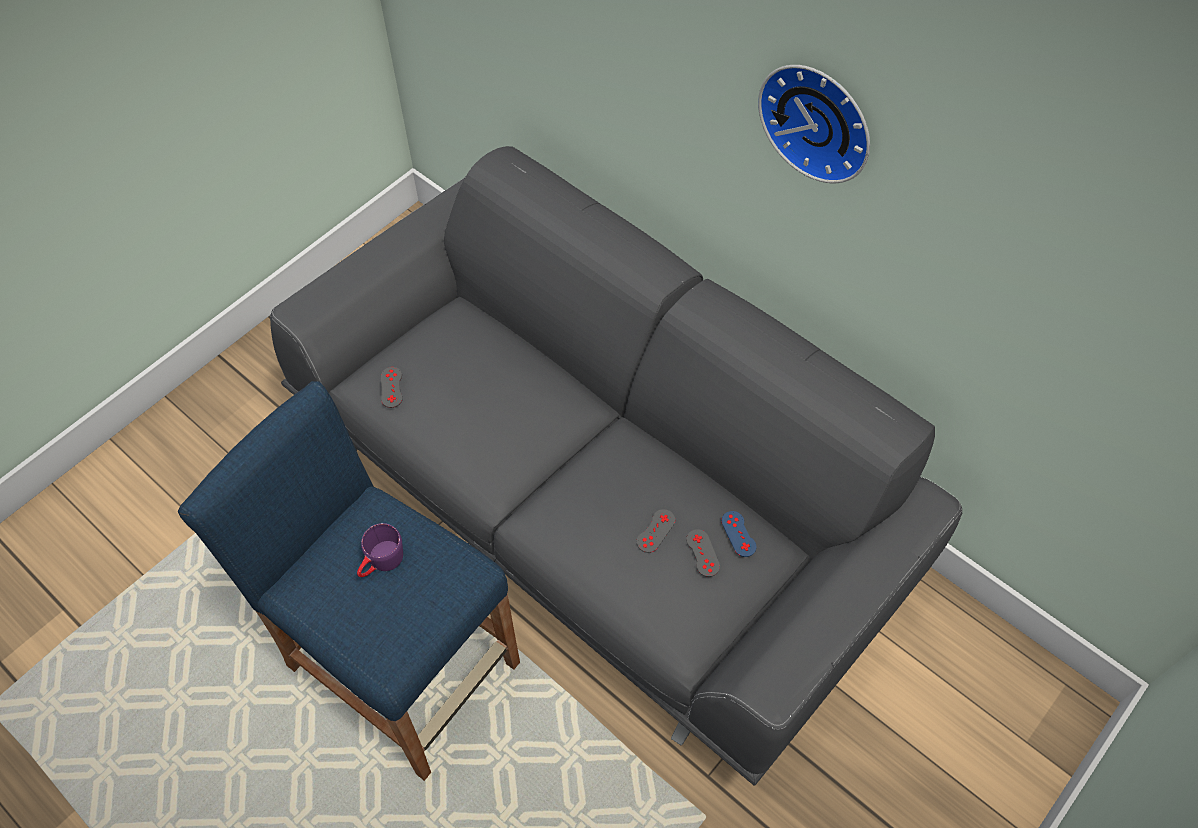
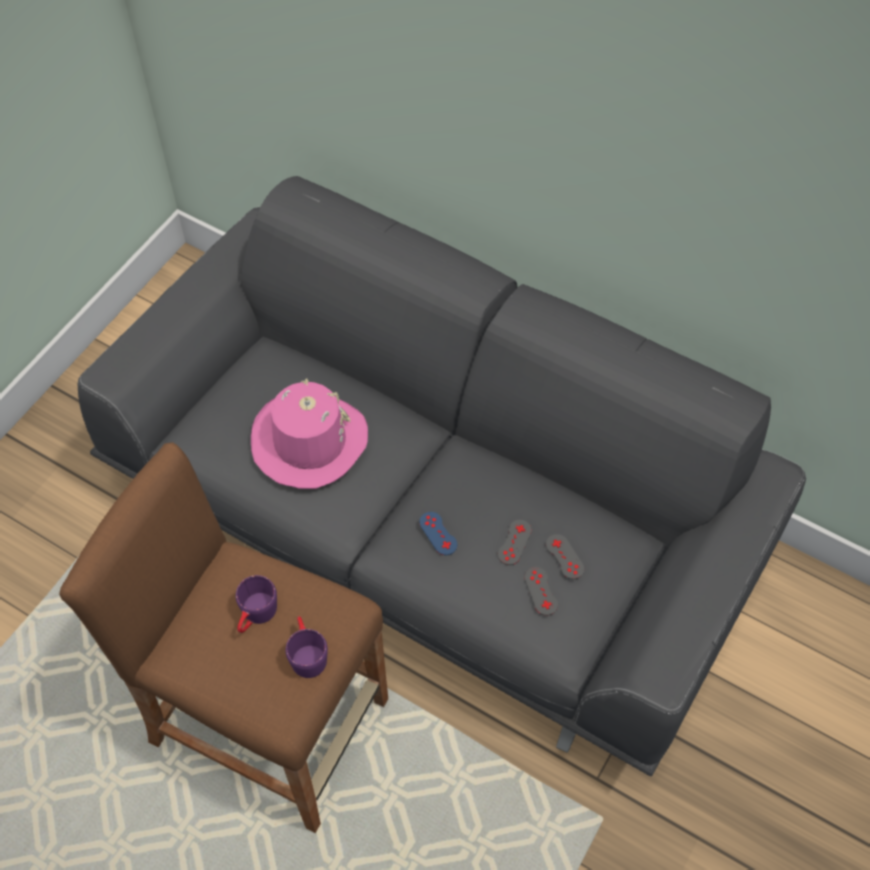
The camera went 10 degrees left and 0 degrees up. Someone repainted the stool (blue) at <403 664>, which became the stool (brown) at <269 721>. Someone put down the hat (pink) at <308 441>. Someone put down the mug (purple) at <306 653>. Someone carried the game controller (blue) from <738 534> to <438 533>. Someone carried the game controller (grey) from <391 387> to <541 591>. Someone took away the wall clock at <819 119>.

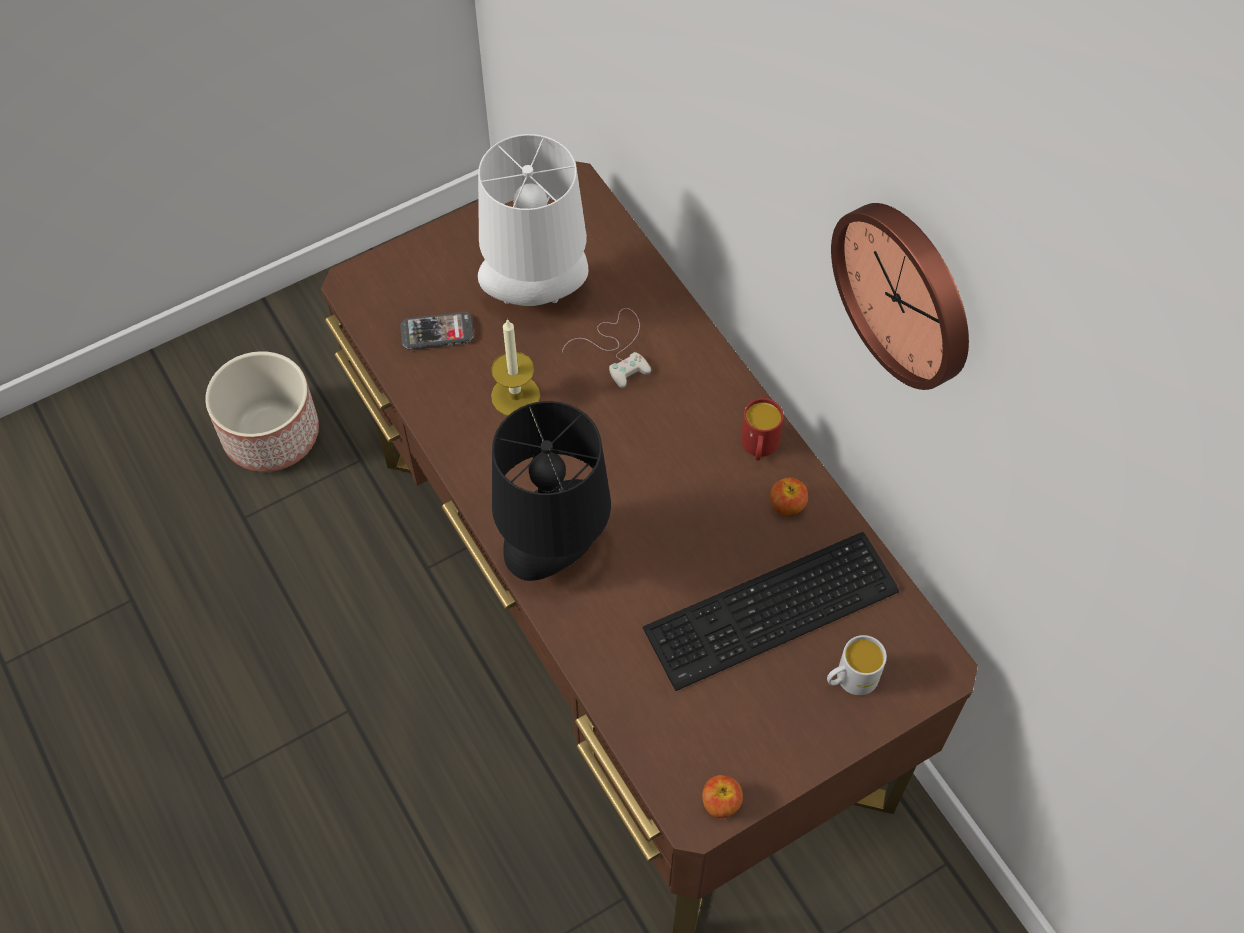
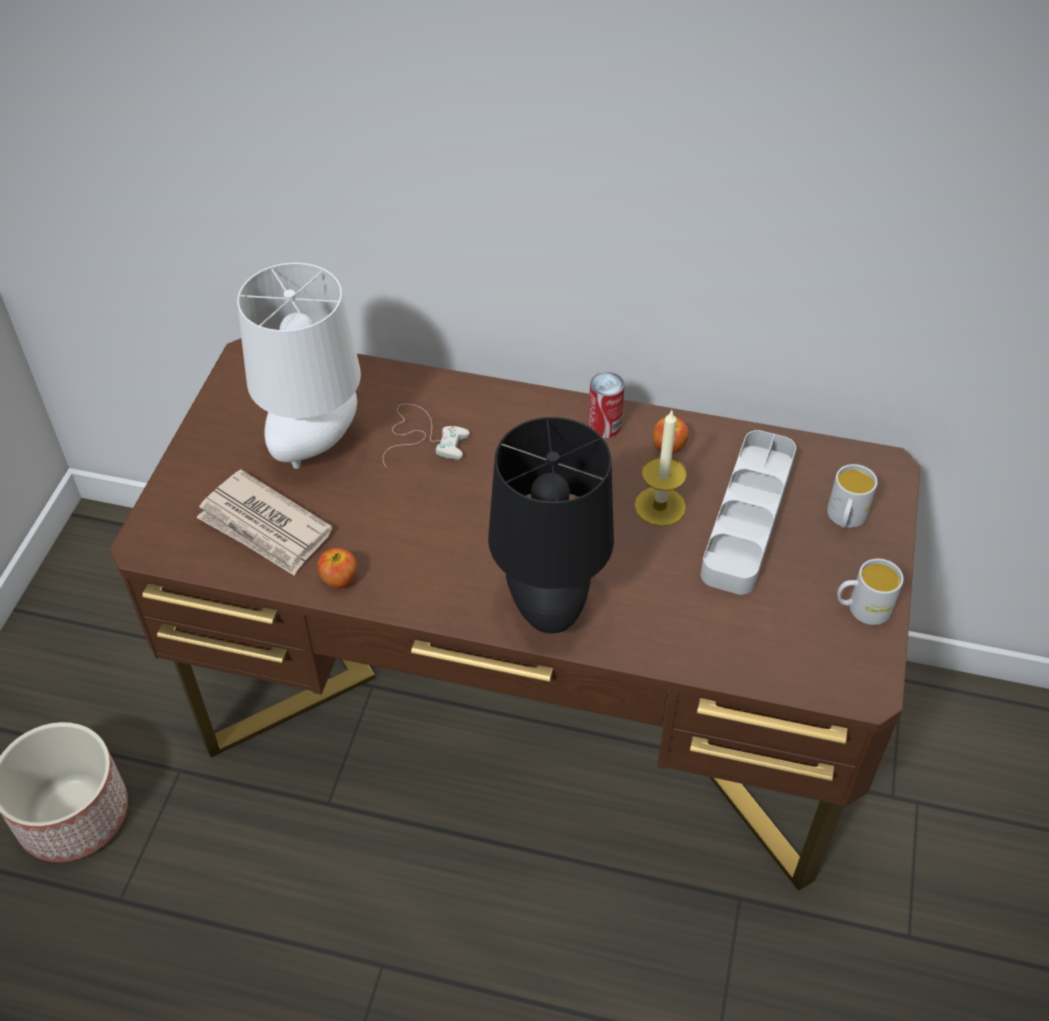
The camera went 45 degrees left and 10 degrees down. Someone swapped the phone at <437 332> for the newspaper at <265 527>. Someone carried the apple from <721 803> to <339 579>. Someone swapped the mug (red) at <759 447> for the can at <604 425>. Someone carried the candle from <515 396> to <660 506>. Someone swapped the keyboard at <776 612> for the tray (grey) at <748 517>. Someone put down the mug (white) at <861 608>. Someone took away the wall clock at <907 292>.

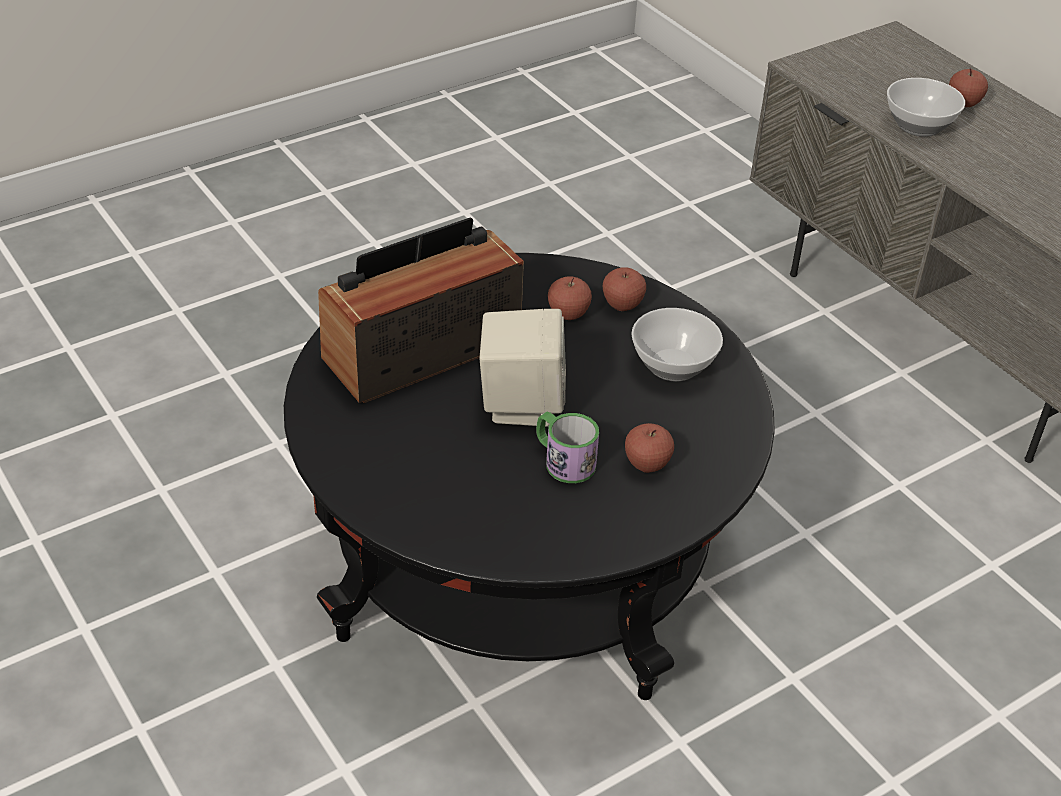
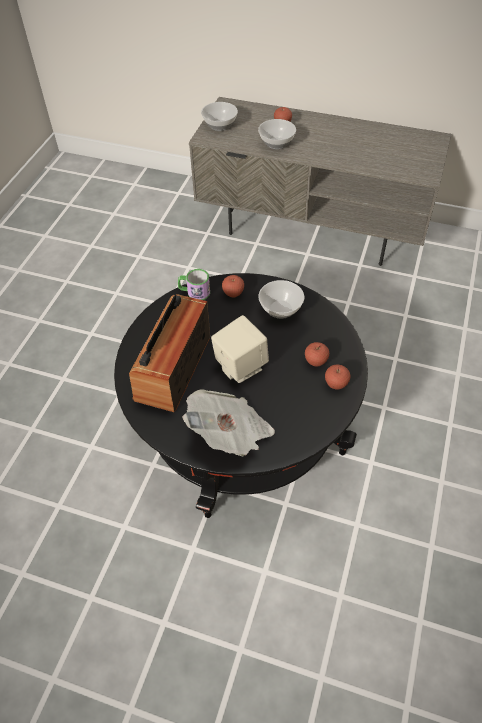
The camera went 35 degrees left and 10 degrees up. Someone carried the mug from <563 460> to <194 292>. Someone put down the newspaper at <230 434>. Someone put down the bowl at <219 125>. Someone carried the apple from <568 314> to <336 384>.

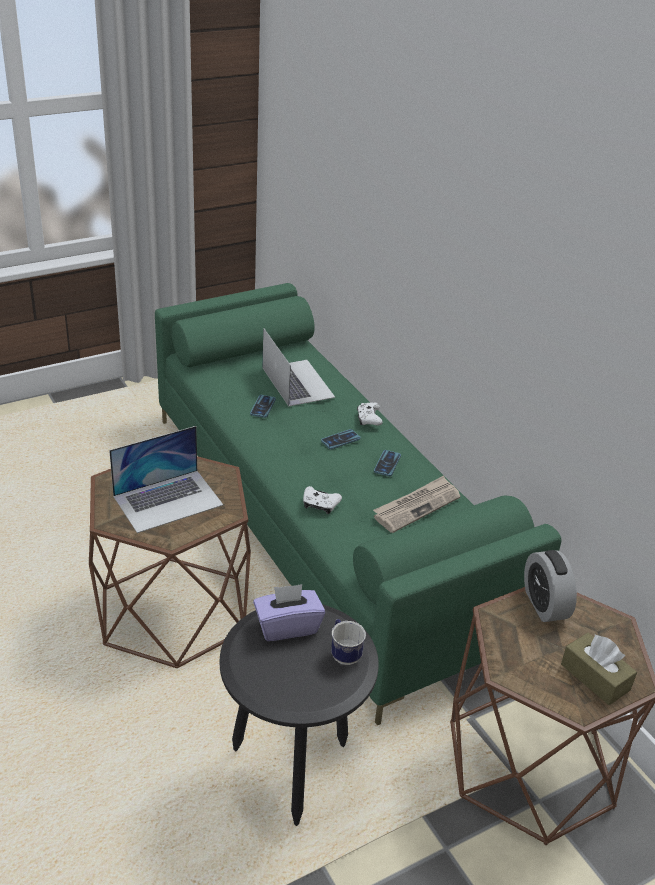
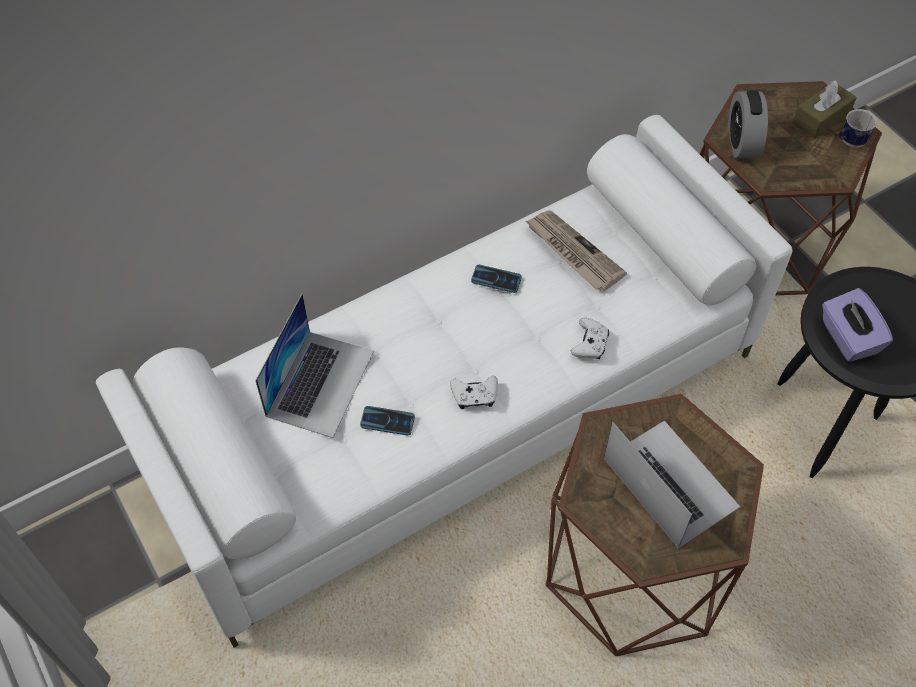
The camera went 90 degrees left and 20 degrees up. Someone repainted the sofa (green) at <323 528>, which became the sofa (white) at <459 414>. Someone rotated the laptop at <297 382> by 135 degrees clockwise. Someone carried the game controller (white) from <368 419> to <475 396>. Someone rotated the alarm clock at <544 604> by 105 degrees clockwise. Someone carried the mug from <344 653> to <849 143>. Someone took away the phone at <340 440>.

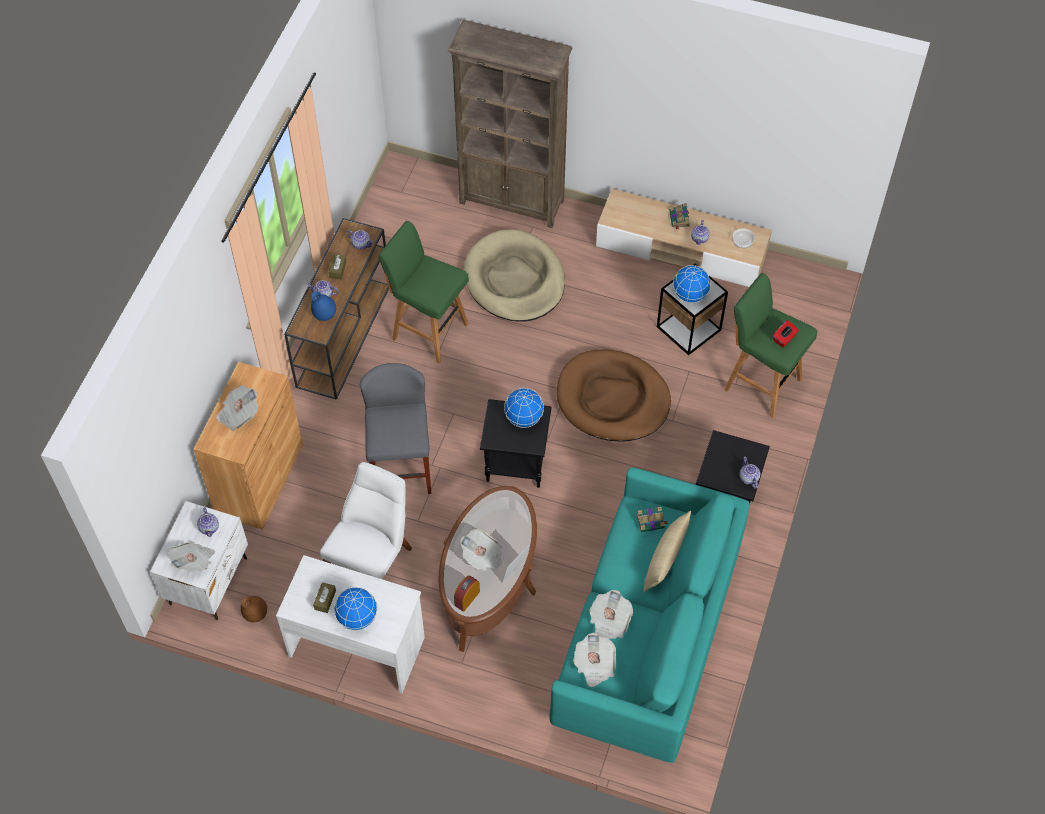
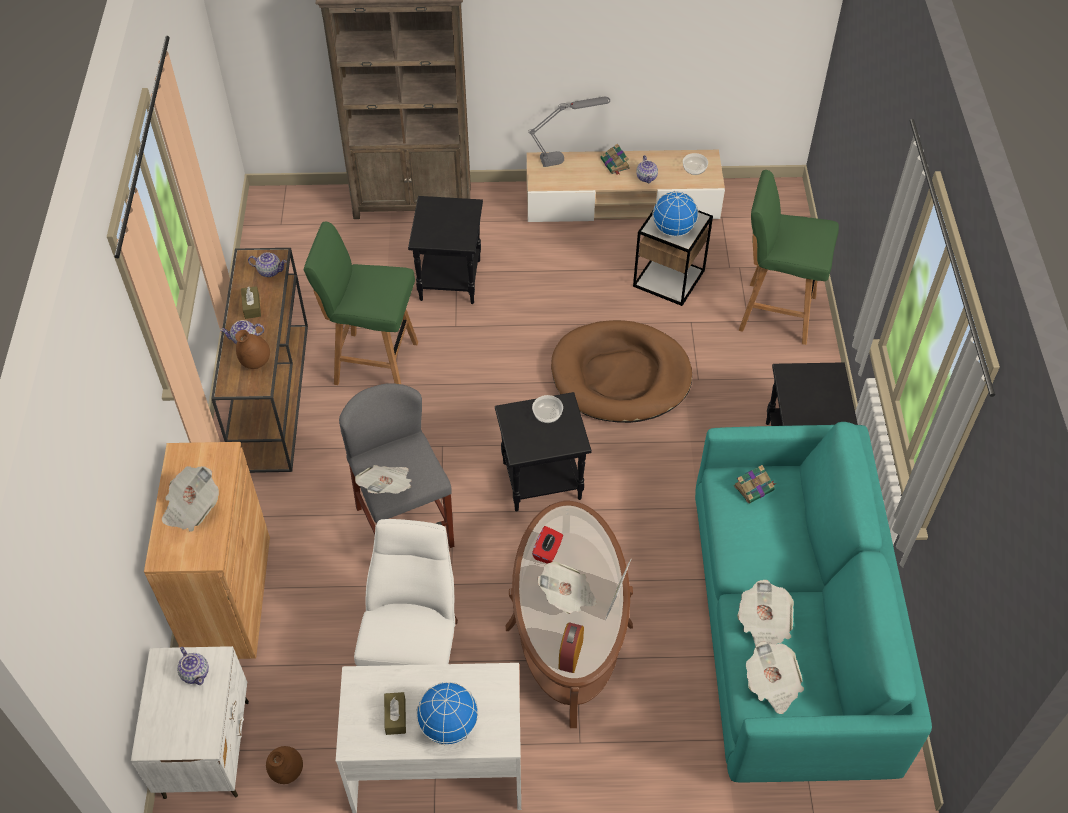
The camera went 20 degrees left and 5 degrees down. Someone repainted the vase (blue) at <324 315>, which became the vase (brown) at <255 363>. Someone carried the newspaper from <194 561> to <387 487>. Someone swapped the dog bed (beige) at <514 279> for the side table (black) at <451 281>. Someone put down the table lamp (grey) at <567 157>. Someone swapped the globe at <524 418> for the bowl at <548 414>. Someone carried the tissue box (red) from <784 339> to <547 551>. Someone took away the pillow (beige) at <665 560>. Someone took away the teapot at <748 478>.

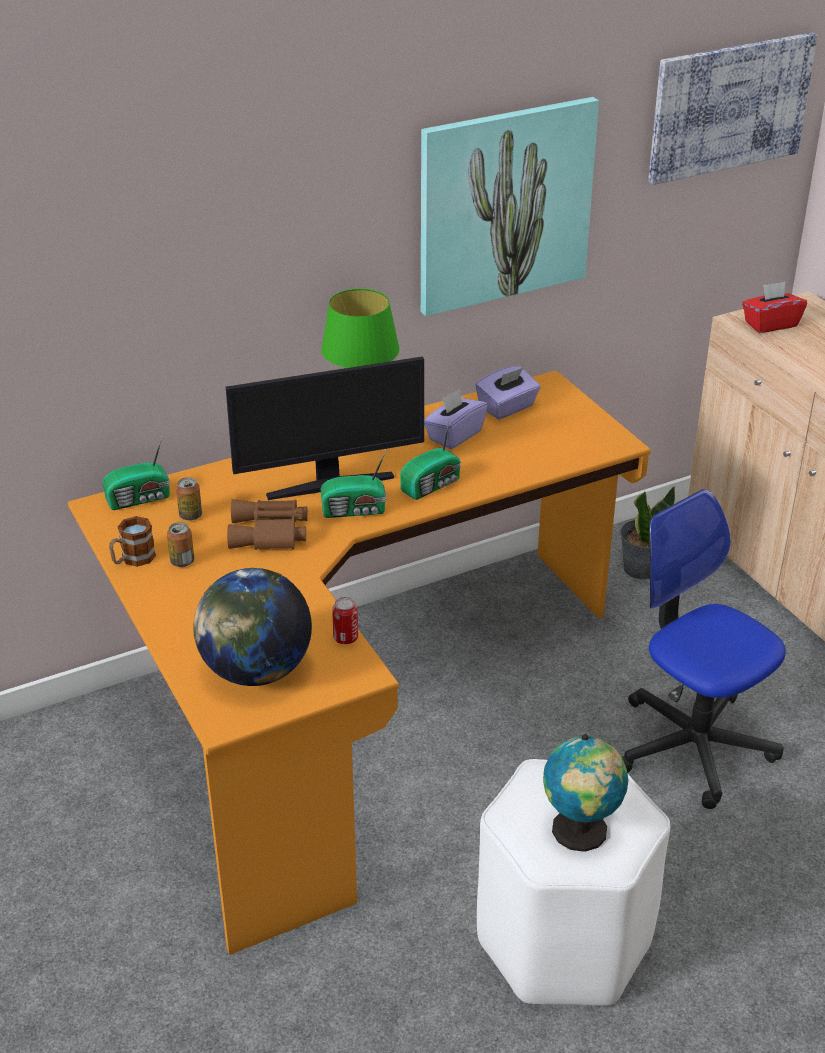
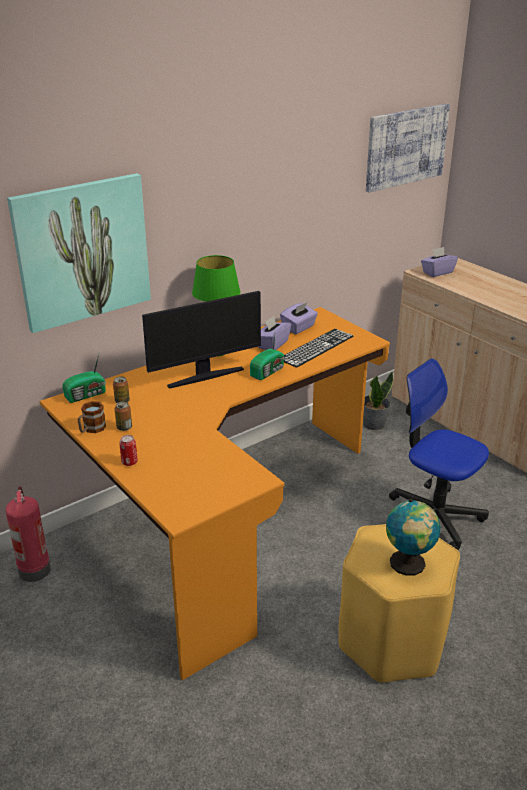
The camera went 10 degrees left and 5 degrees down. Someone put down the fire extinguisher at <34 569>. Someone carried the picture from <505 205> to <83 251>. Someone carried the can from <345 638> to <129 462>. Someone put down the keyboard at <316 347>. Someone repainted the stool (white) at <562 942>, which became the stool (yellow) at <391 642>. Someone repainted the tissue box (red) at <770 324>, which became the tissue box (purple) at <437 272>. Someone took away the globe at <256 671>. Someone took away the binoculars (brown) at <270 534>. Someone took away the radio at <355 511>.

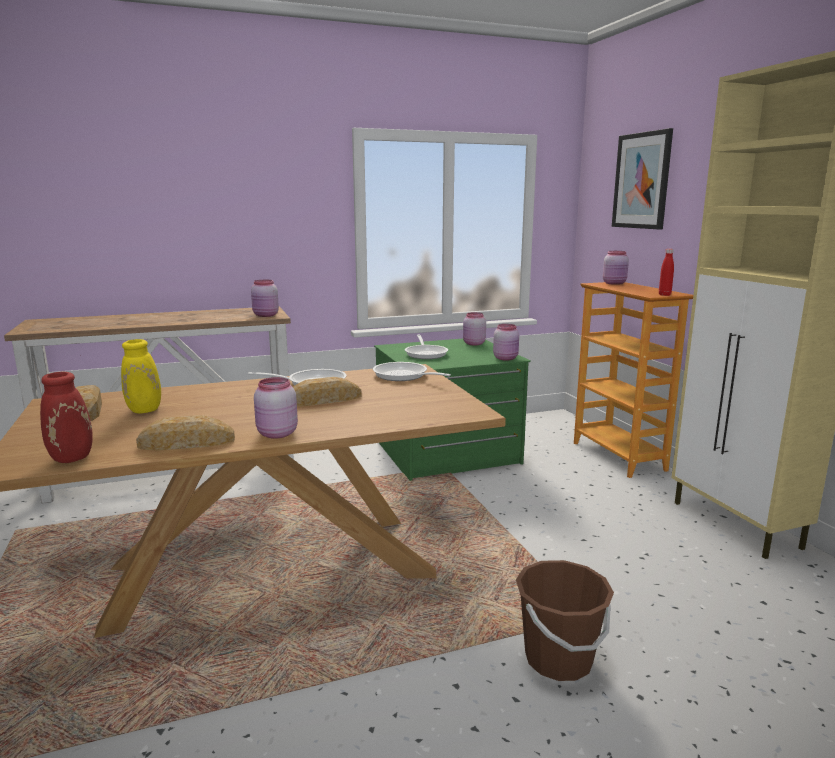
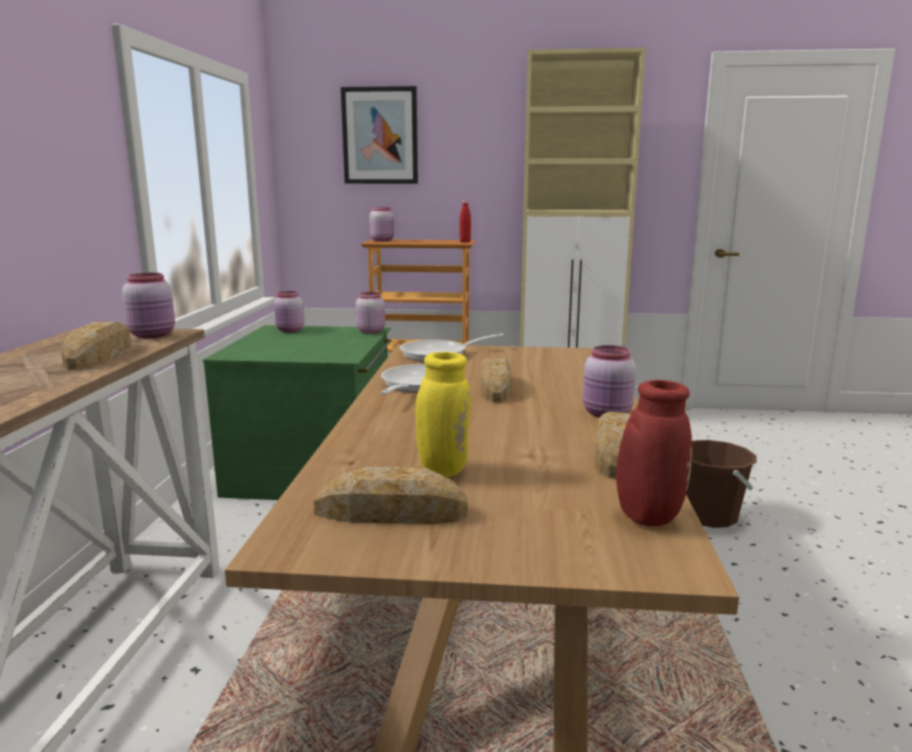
The camera went 65 degrees left and 0 degrees up. Someone put down the bread at <100 355>. Someone took away the frying pan at <426 353>.

